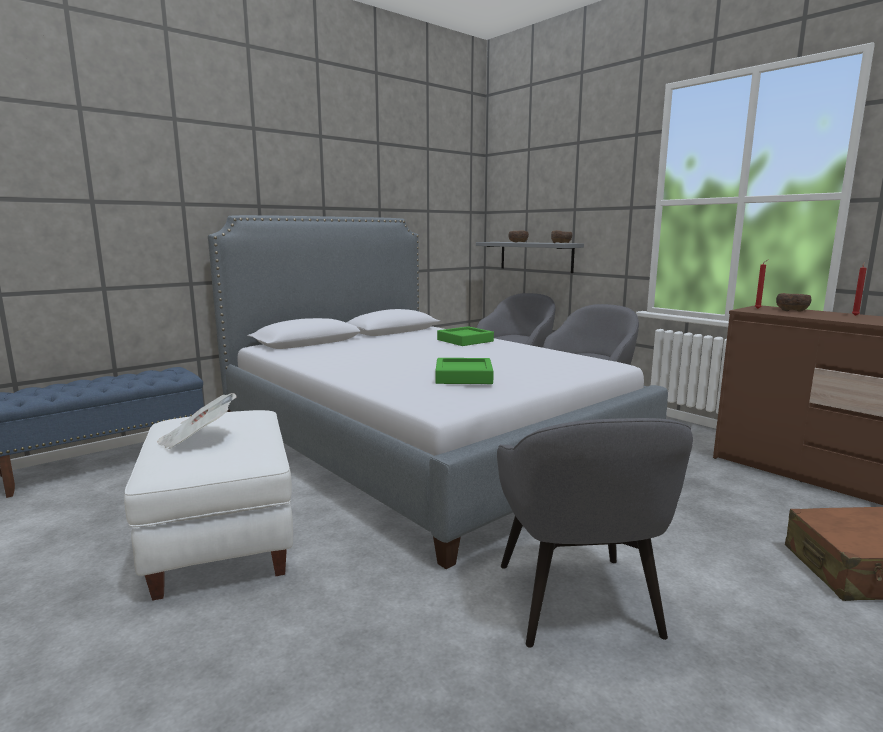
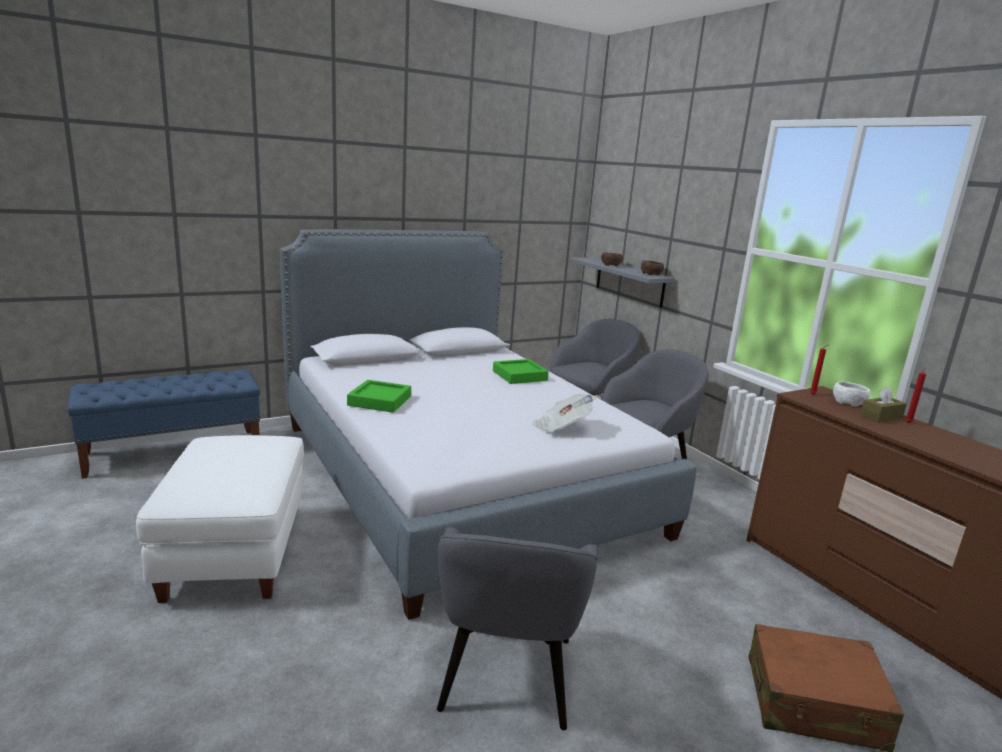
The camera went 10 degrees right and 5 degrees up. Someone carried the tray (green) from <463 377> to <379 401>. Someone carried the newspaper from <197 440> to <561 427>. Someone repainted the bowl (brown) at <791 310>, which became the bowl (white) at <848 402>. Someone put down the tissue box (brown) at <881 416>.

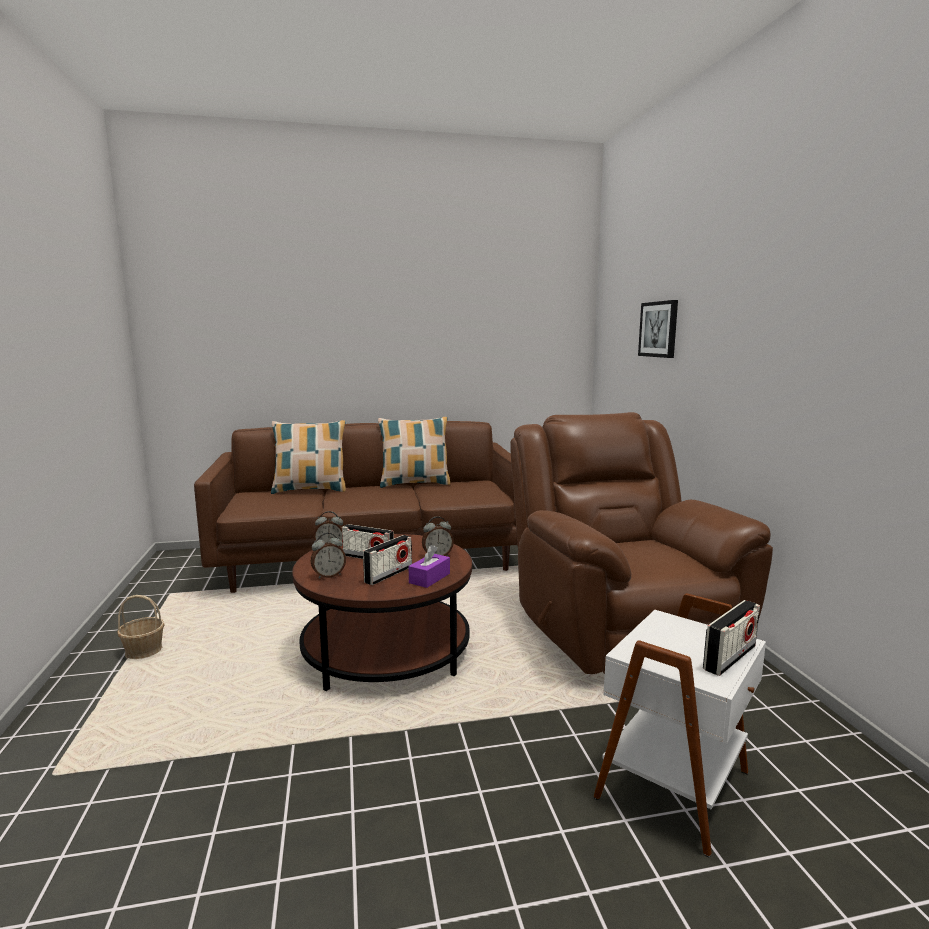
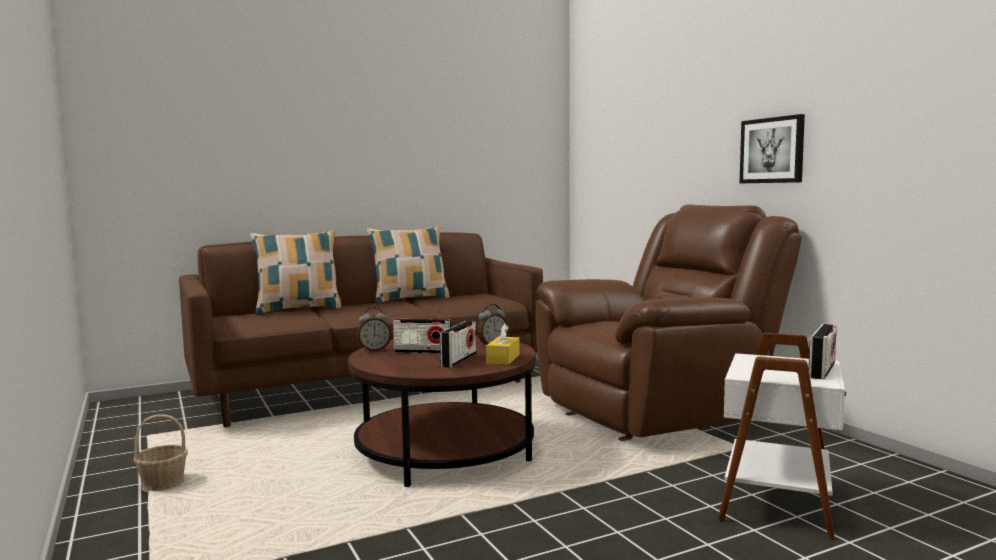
The camera went 15 degrees left and 5 degrees down. Someone repainted the tissue box (purple) at <429 578>, which became the tissue box (yellow) at <503 359>. Someone rotated the armchair (brown) at <618 629> by 90 degrees clockwise. Someone carried the picture from <659 329> to <772 150>. Someone took away the alarm clock at <328 575>.

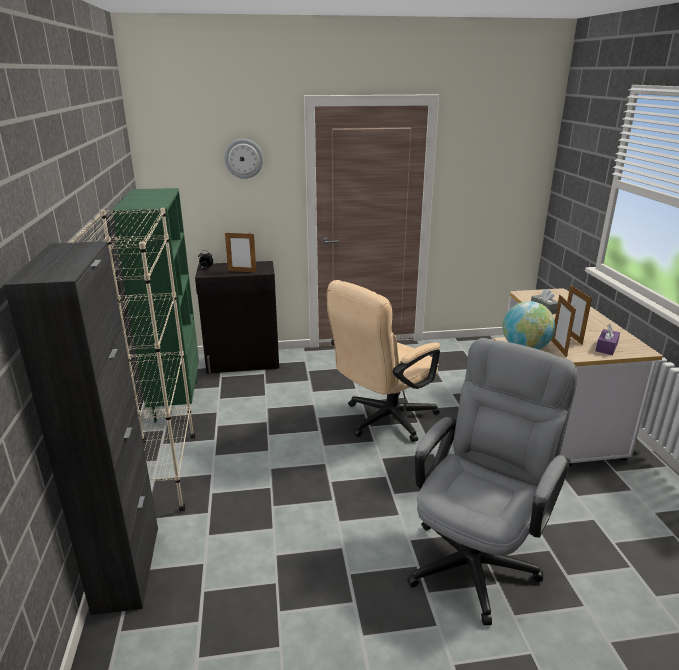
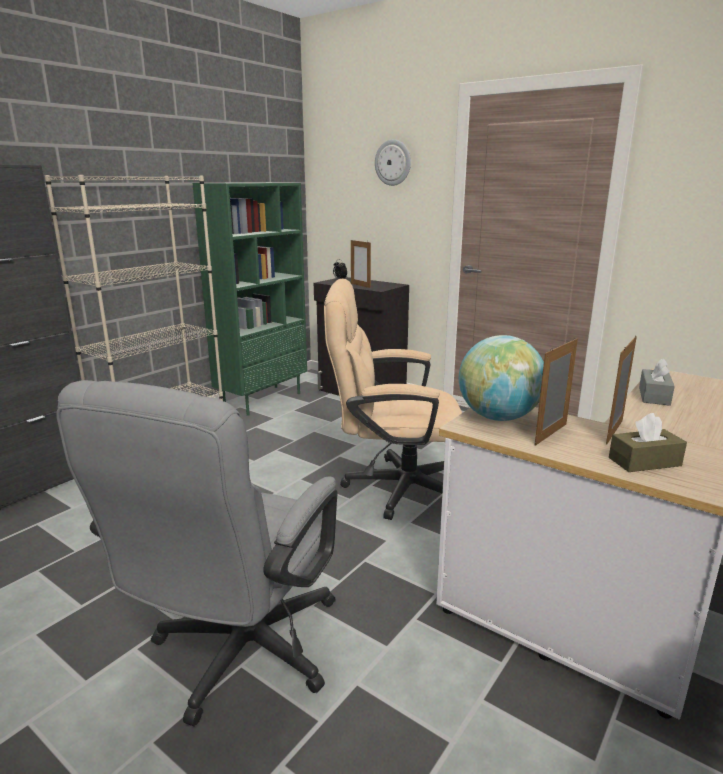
The camera went 45 degrees right and 5 degrees down. Someone rotated the office chair (grey) at <477 555> by 120 degrees clockwise. Someone repainted the tissue box (purple) at <606 347>, which became the tissue box (brown) at <644 462>.

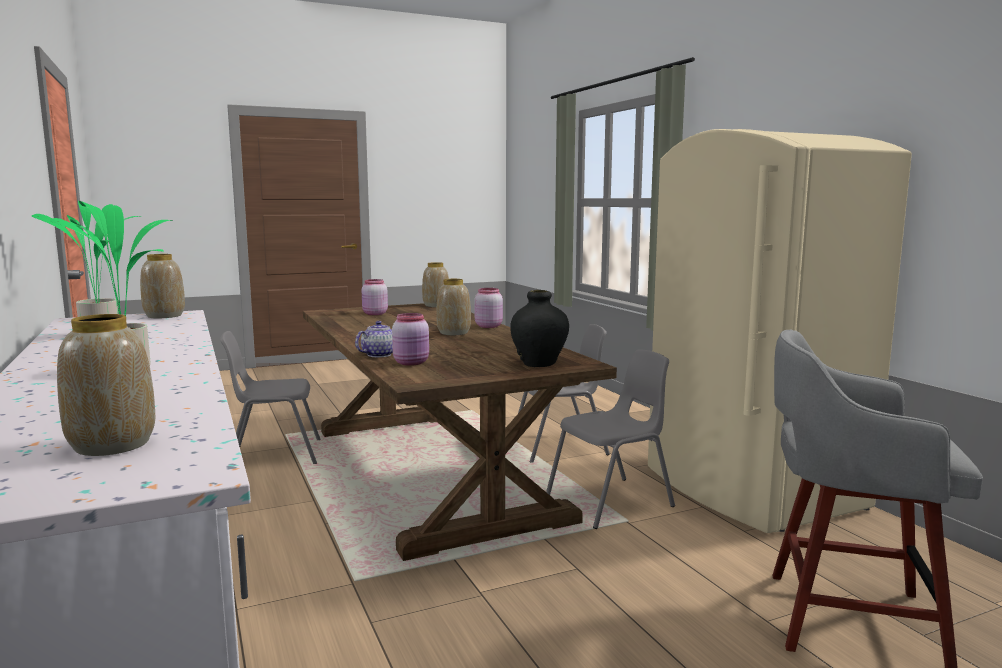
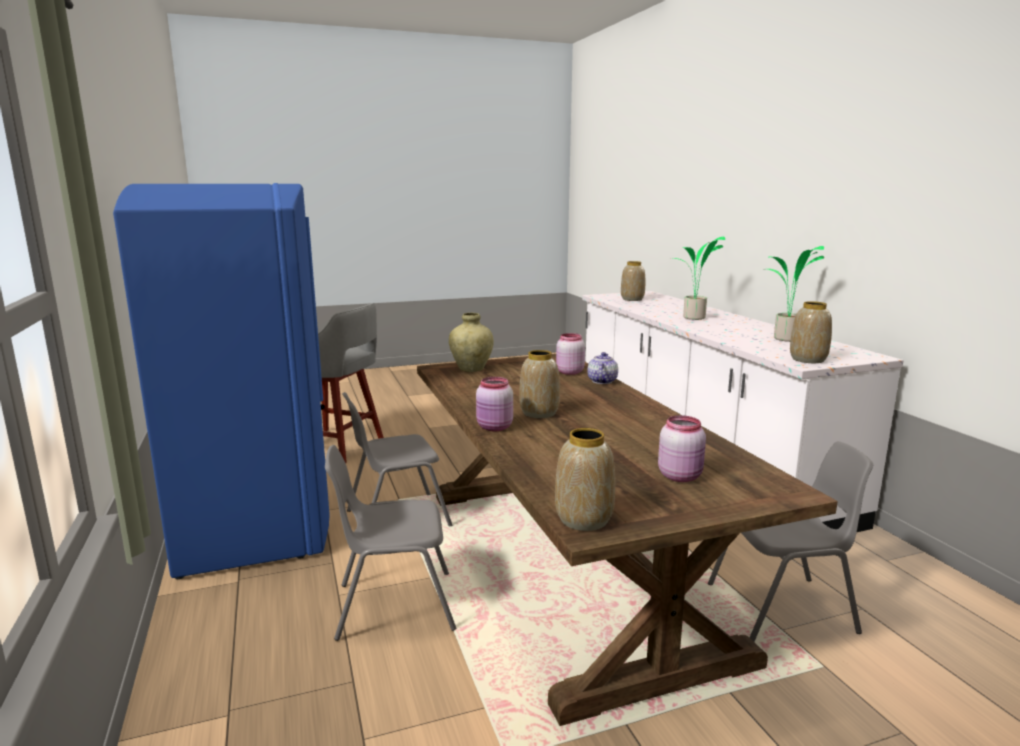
The camera went 175 degrees left and 5 degrees up. Someone repainted the fridge (beige) at <751 490>, which became the fridge (blue) at <255 525>. Someone repainted the vase (black) at <539 364>, which became the vase (beige) at <471 369>. Someone rotated the teapot at <378 355> by 150 degrees clockwise.

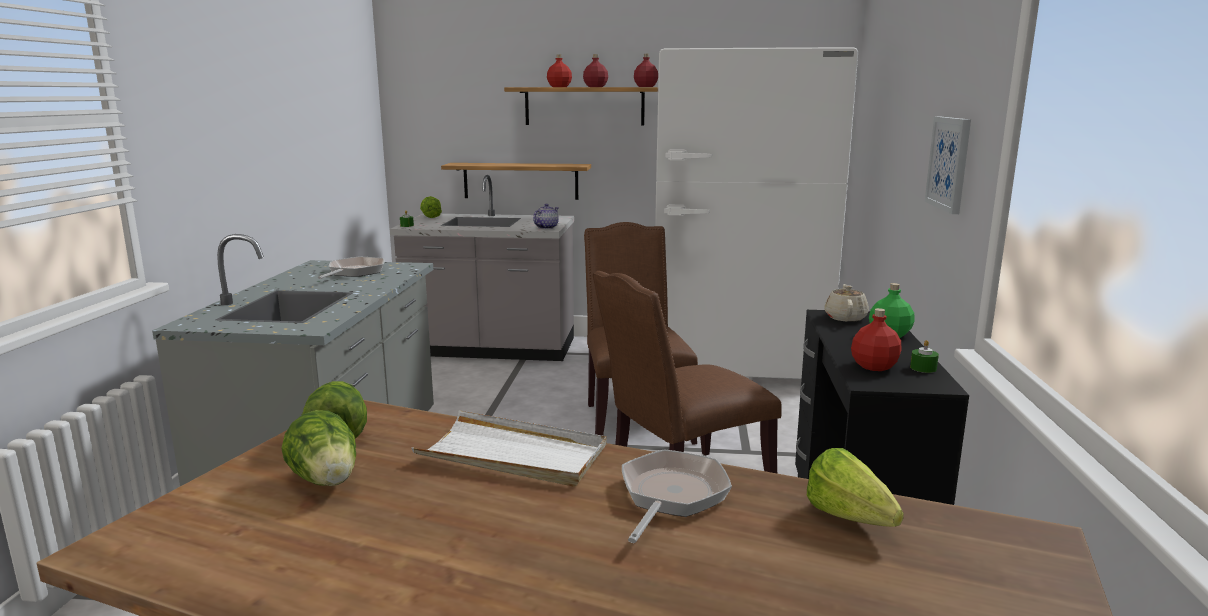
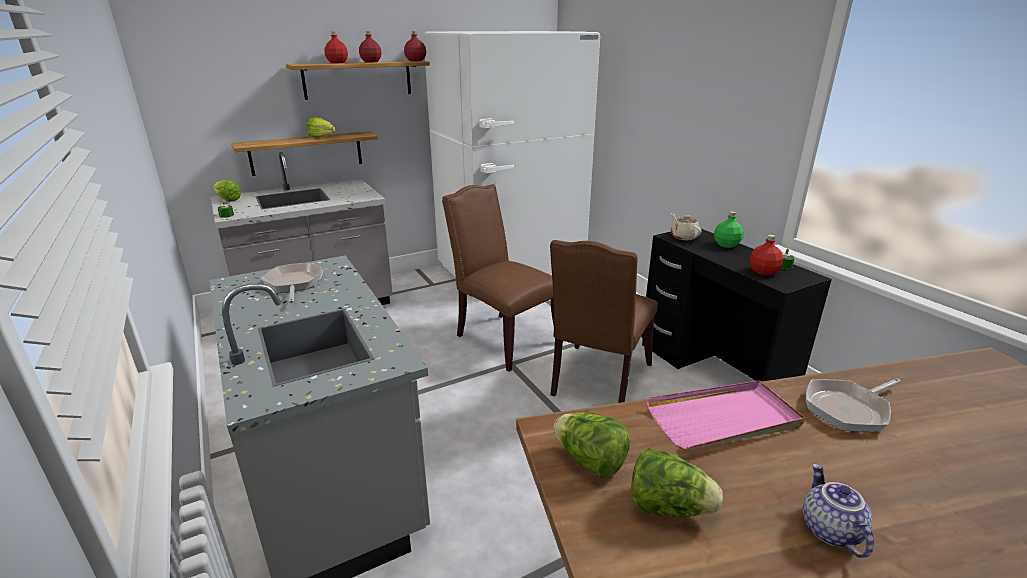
The camera went 35 degrees left and 10 degrees up. Someone carried the lettuce from <854 522> to <323 137>. Someone repainted the tray (white) at <513 455>, which became the tray (pink) at <723 419>. Someone carried the teapot from <546 227> to <828 530>. Someone rotated the frying pan at <671 496> by 105 degrees counterclockwise. Someone took away the picture at <949 163>.

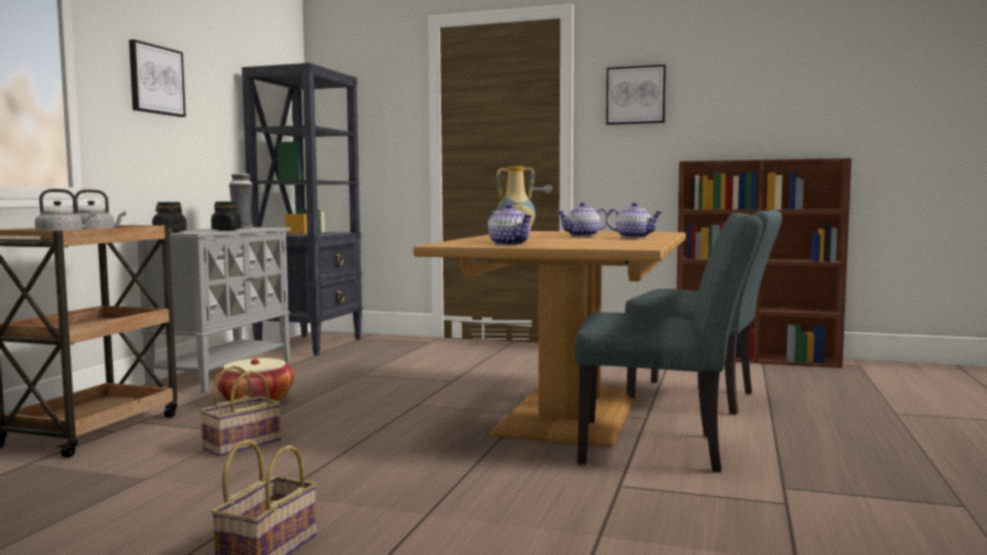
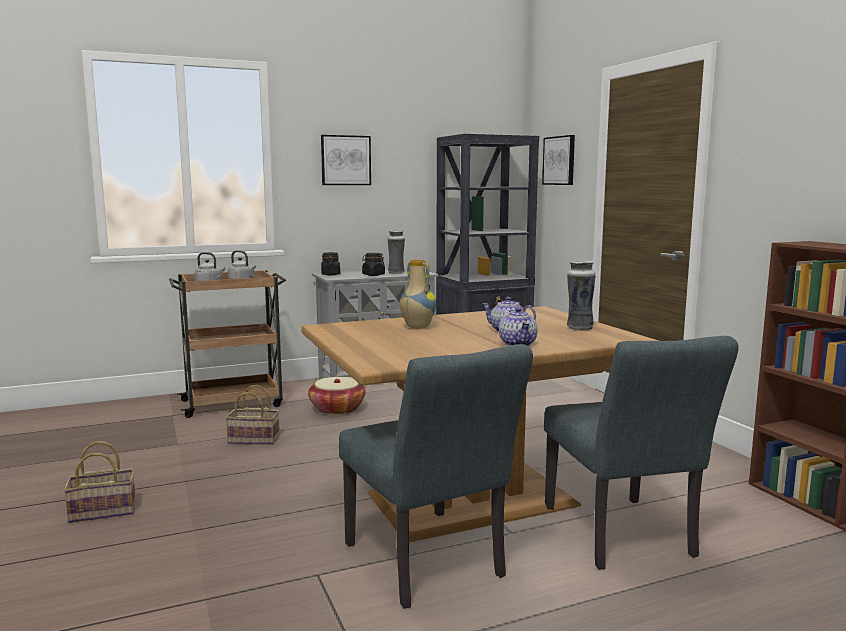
The camera went 50 degrees right and 5 degrees up. Someone carried the picture from <635 95> to <559 160>. Someone put down the vase at <579 328>. Someone took away the teapot at <510 244>.

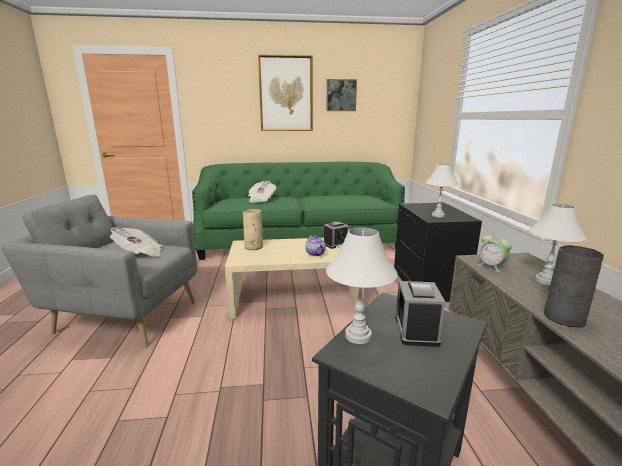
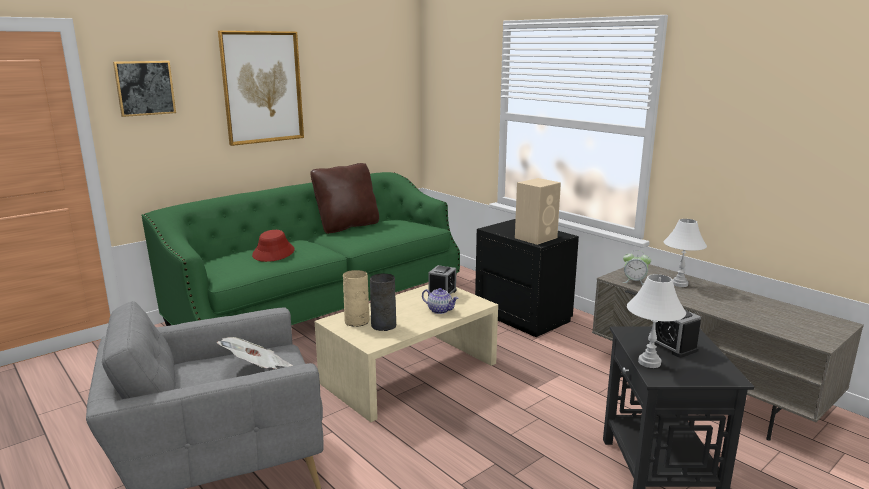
The camera went 35 degrees left and 0 degrees up. Someone carried the picture from <341 95> to <145 88>. Someone swapped the newspaper at <261 200> for the hat (red) at <274 253>. Someone put down the pillow (brown) at <347 226>. Someone carried the vase (grey) from <563 317> to <383 325>. Someone swapped the table lamp (white) at <438 215> for the speaker (beige) at <536 237>.

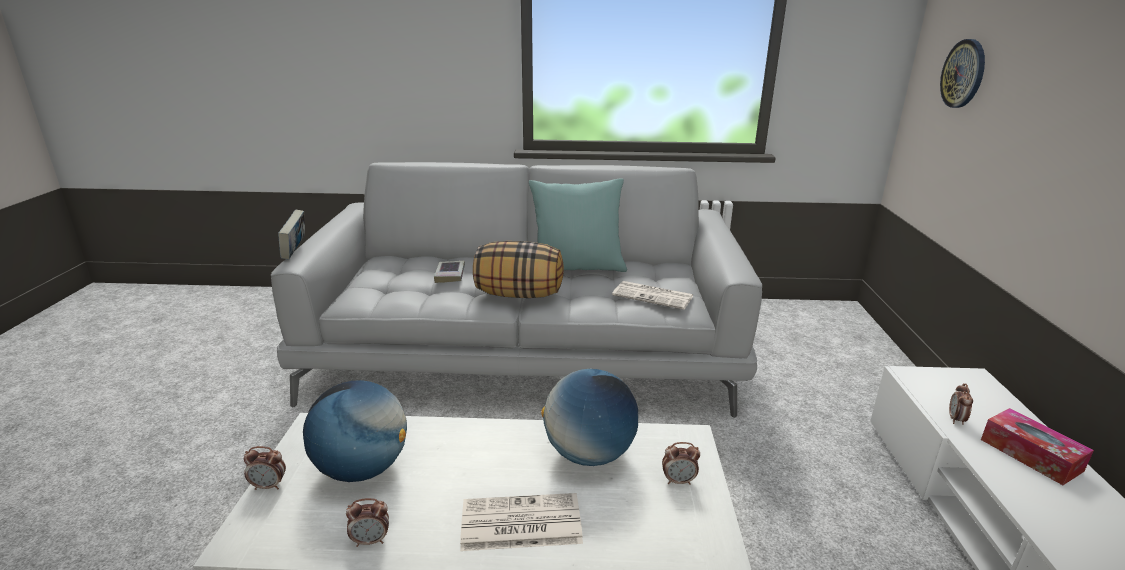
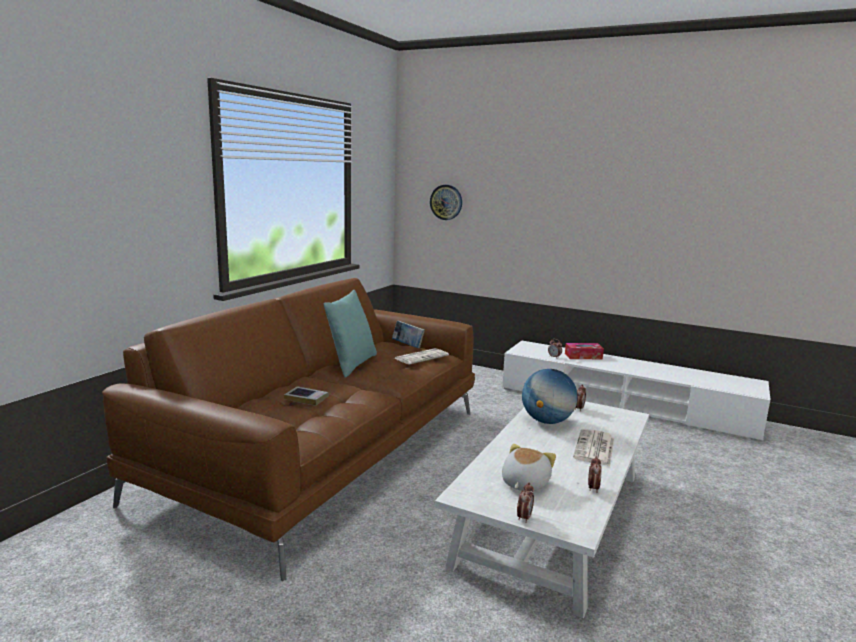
The camera went 65 degrees left and 10 degrees down. Someone repainted the sofa (grey) at <527 351>, which became the sofa (brown) at <326 451>. Someone carried the book from <295 252> to <408 346>. Someone swapped the globe at <362 469> for the plush toy at <524 483>. Someone took away the pillow at <519 294>.

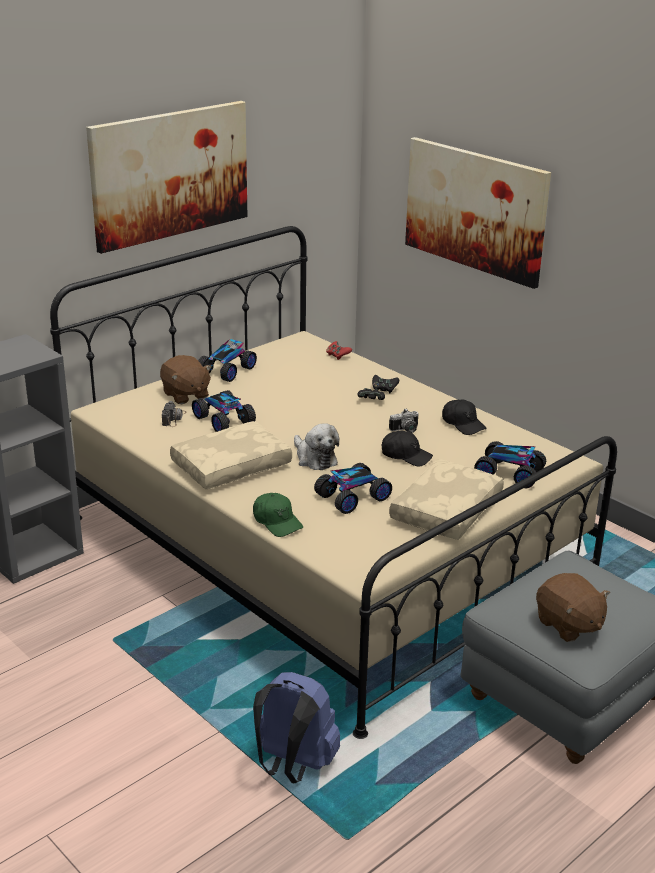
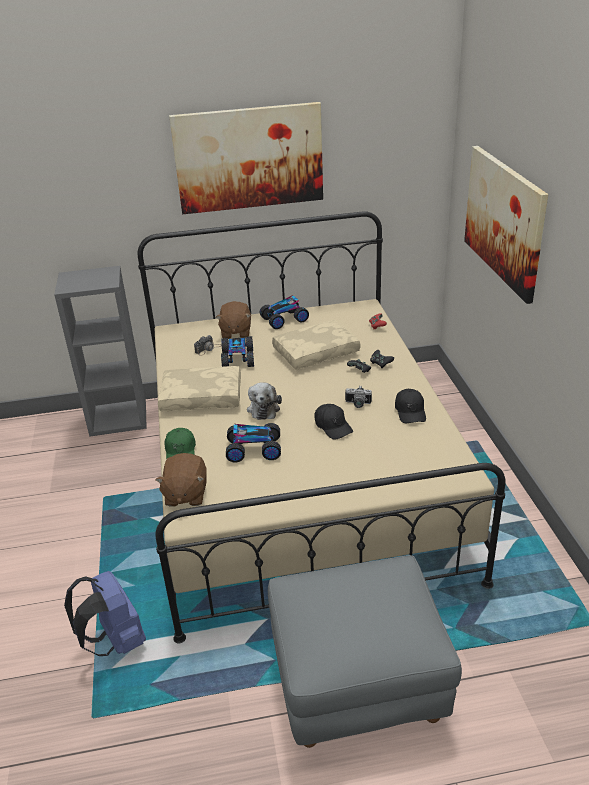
The camera went 35 degrees right and 5 degrees up. Someone carried the plush toy (brown) from <568 625> to <185 494>. Someone carried the pillow (beige) from <445 509> to <316 352>. Someone took away the toy car at <509 473>.

